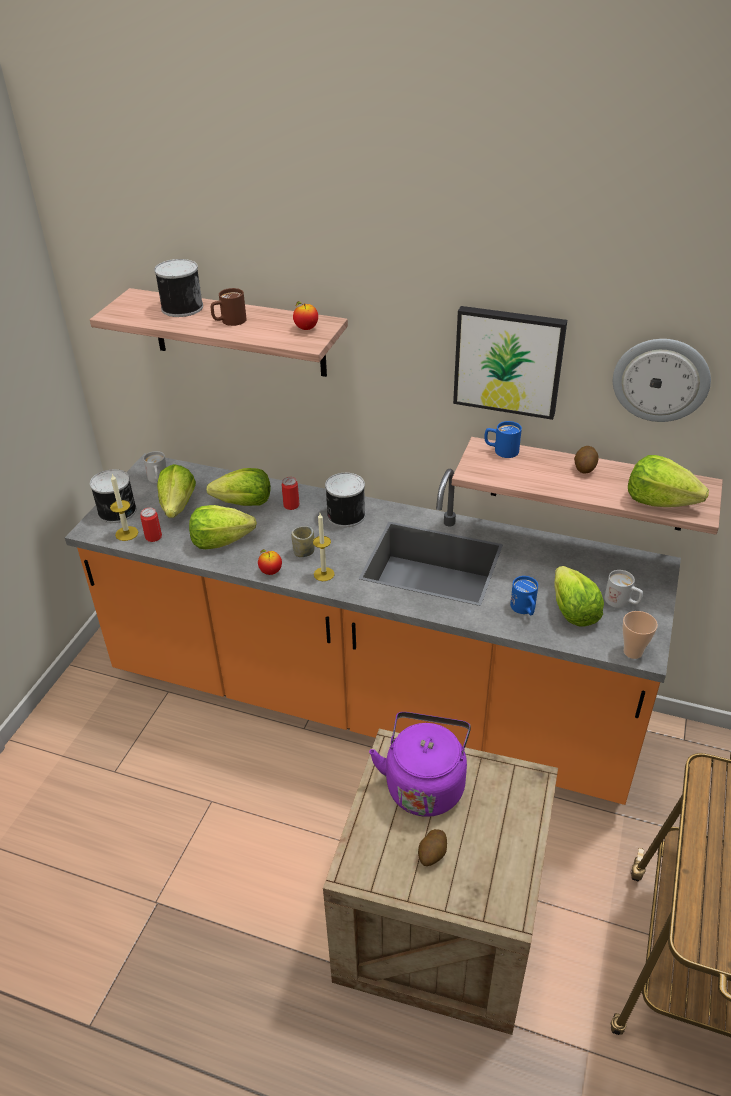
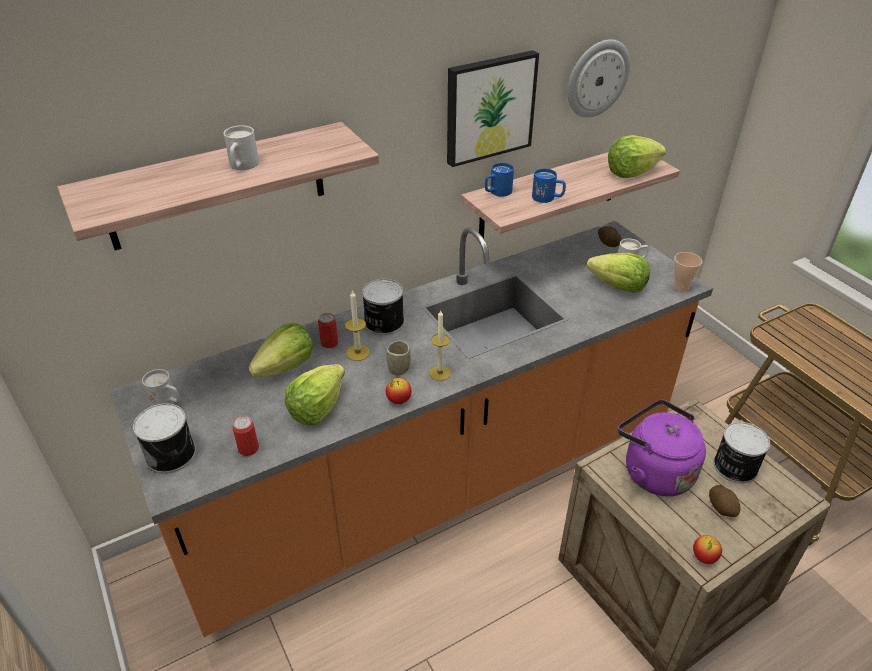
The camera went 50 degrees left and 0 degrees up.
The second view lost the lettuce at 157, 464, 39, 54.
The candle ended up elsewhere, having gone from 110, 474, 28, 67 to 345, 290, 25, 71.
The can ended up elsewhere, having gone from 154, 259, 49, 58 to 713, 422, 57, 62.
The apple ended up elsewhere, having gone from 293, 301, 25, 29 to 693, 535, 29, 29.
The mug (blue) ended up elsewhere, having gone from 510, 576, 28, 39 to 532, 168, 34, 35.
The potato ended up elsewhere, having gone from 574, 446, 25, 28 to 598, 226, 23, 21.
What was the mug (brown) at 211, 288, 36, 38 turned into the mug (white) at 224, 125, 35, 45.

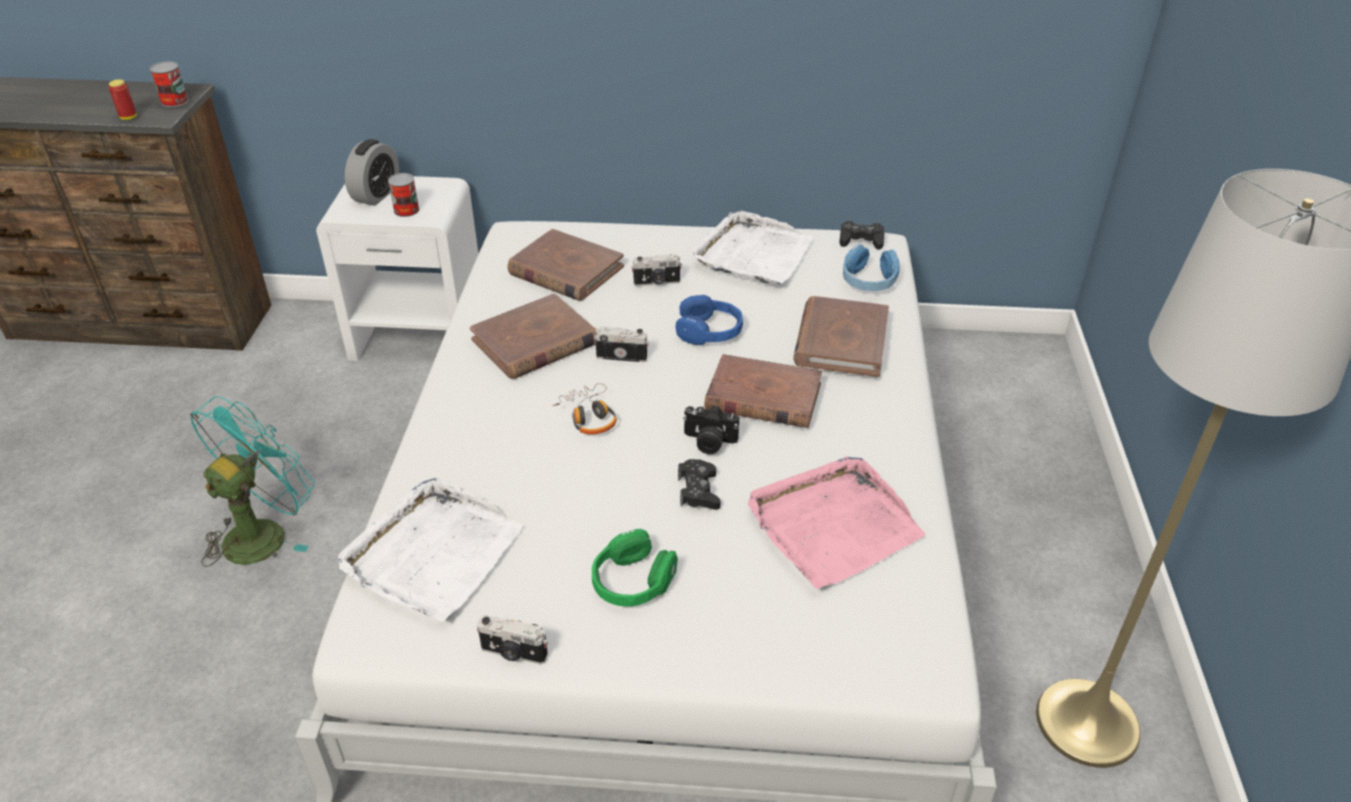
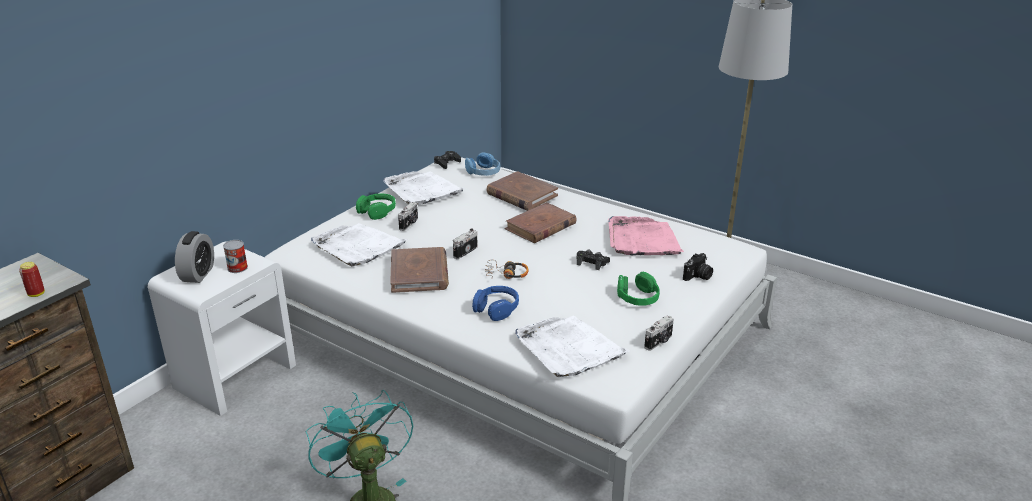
The camera went 60 degrees left and 10 degrees down.
The second view lost the can at 150, 61, 38, 46.
The second view gained the headphones (green) at 356, 194, 40, 26.
The headphones (blue) ended up elsewhere, having gone from 676, 295, 67, 50 to 472, 286, 47, 35.
The photo camera ended up elsewhere, having gone from 683, 405, 56, 49 to 683, 253, 30, 28.
Where the book (brown) stood at 507, 229, 117, 72, the tray (white) came to stand at 311, 223, 97, 44.
The alarm clock at 345, 139, 54, 67 ended up facing another way, 45 degrees clockwise from before.

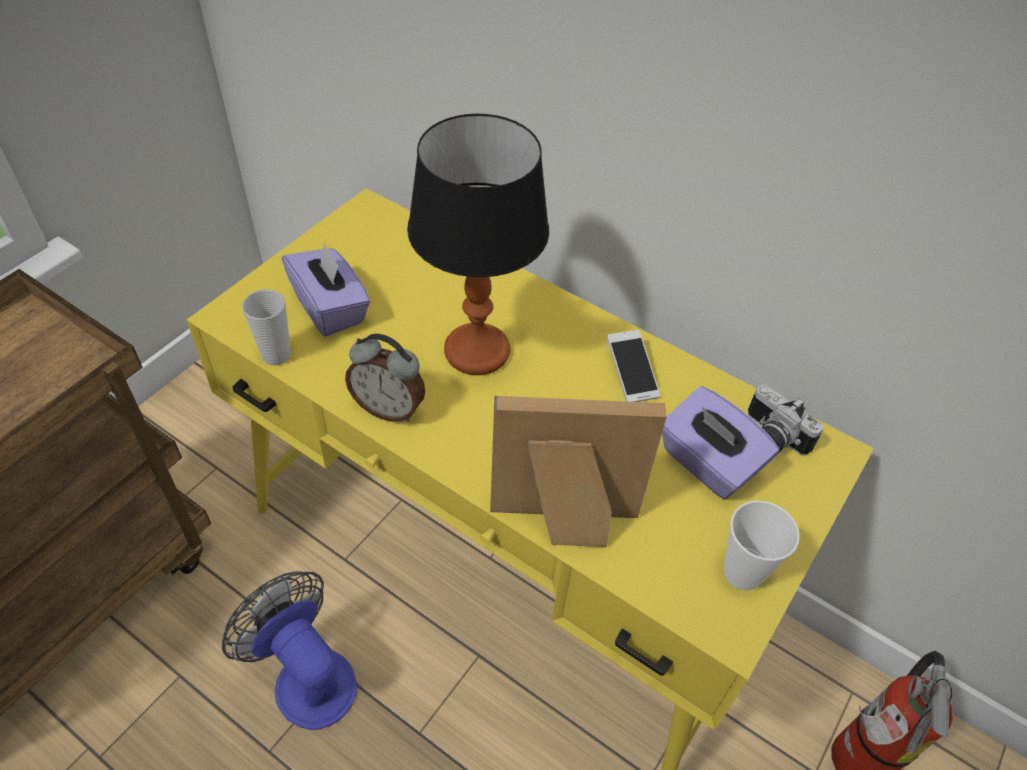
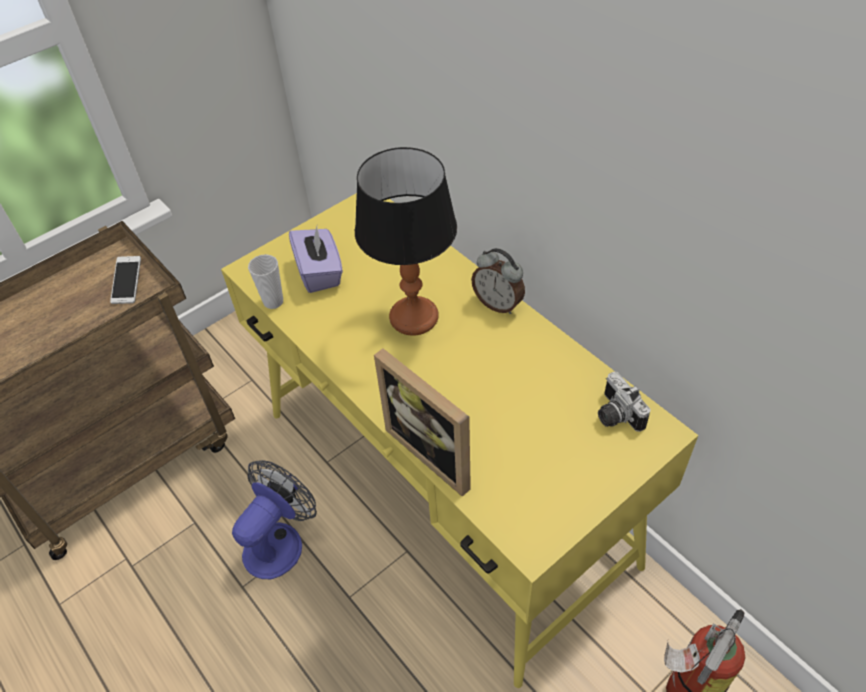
The camera went 20 degrees right and 0 degrees up.
The second view lost the tissue box (purple) at 662, 386, 117, 113.
The second view lost the cup at 724, 500, 76, 90.
The alarm clock ended up elsewhere, having gone from 345, 333, 80, 89 to 471, 248, 54, 66.
The phone ended up elsewhere, having gone from 607, 329, 53, 73 to 110, 256, 31, 48.
The fan at 222, 571, 135, 159 ended up facing another way, 60 degrees clockwise from before.
The picture frame at 490, 396, 177, 151 ended up facing another way, 150 degrees counterclockwise from before.

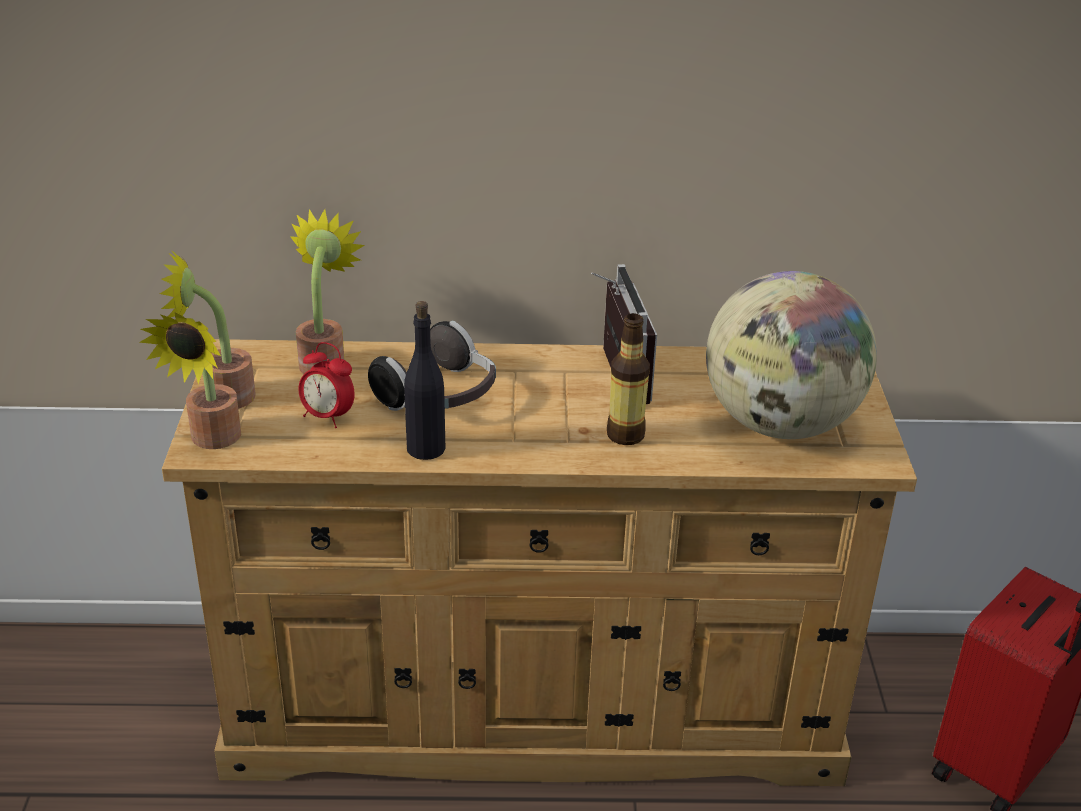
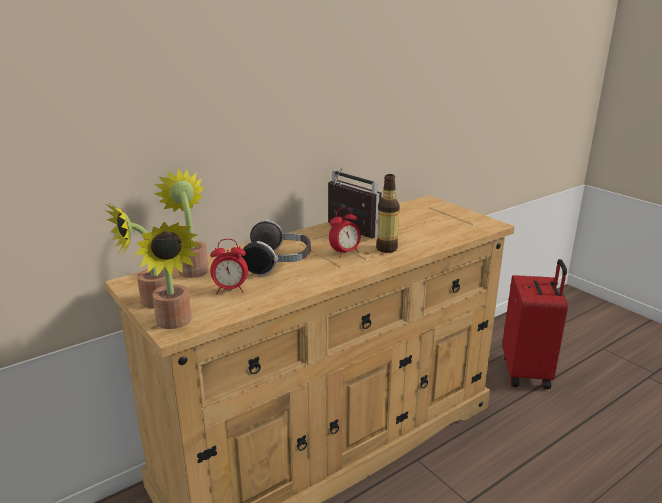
The camera went 35 degrees left and 10 degrees down.
The second view lost the bottle (black) at 404, 301, 41, 159.
The second view lost the globe at 706, 271, 171, 168.
The second view gained the alarm clock at 329, 207, 32, 50.

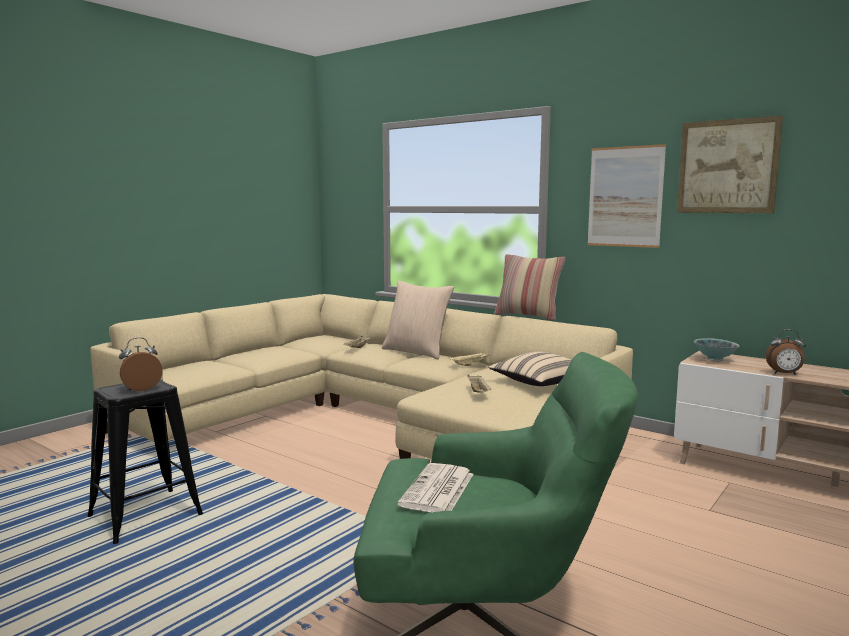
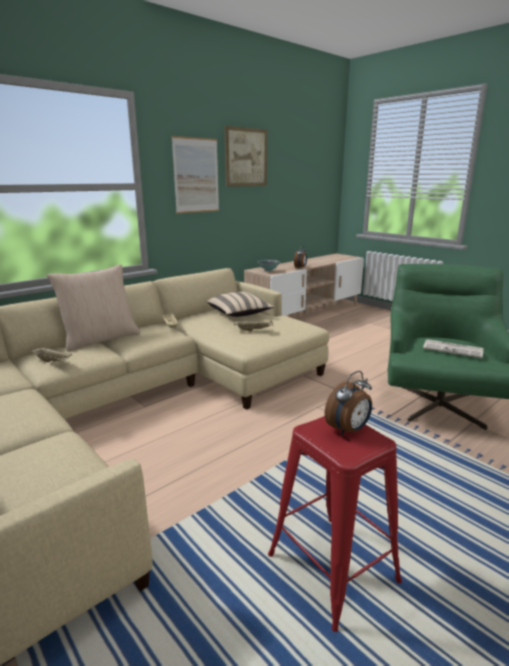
The camera went 80 degrees left and 10 degrees up.
The second view lost the pillow at 494, 254, 72, 67.
What was the stool (black) at 87, 379, 116, 165 turned into the stool (red) at 268, 416, 134, 216.
The alarm clock at 119, 337, 44, 54 ended up facing another way, 105 degrees counterclockwise from before.

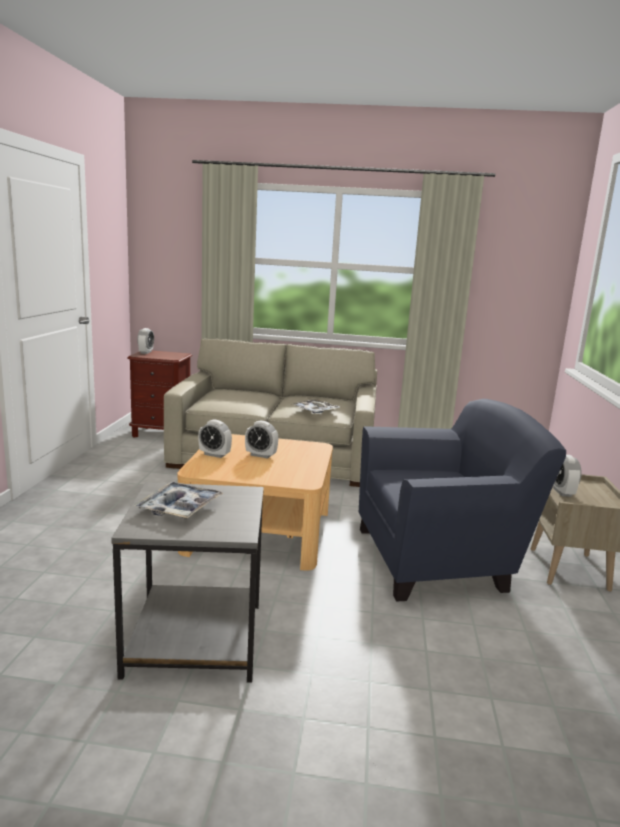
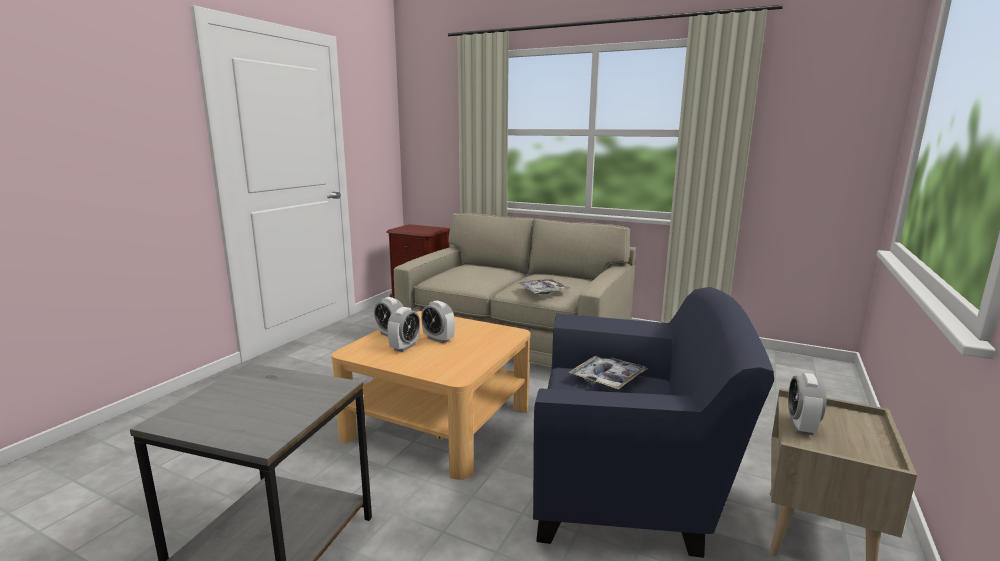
The camera went 20 degrees right and 0 degrees up.
The tray ended up elsewhere, having gone from 134, 482, 89, 37 to 569, 356, 79, 34.
The alarm clock ended up elsewhere, having gone from 137, 328, 17, 26 to 387, 307, 33, 45.

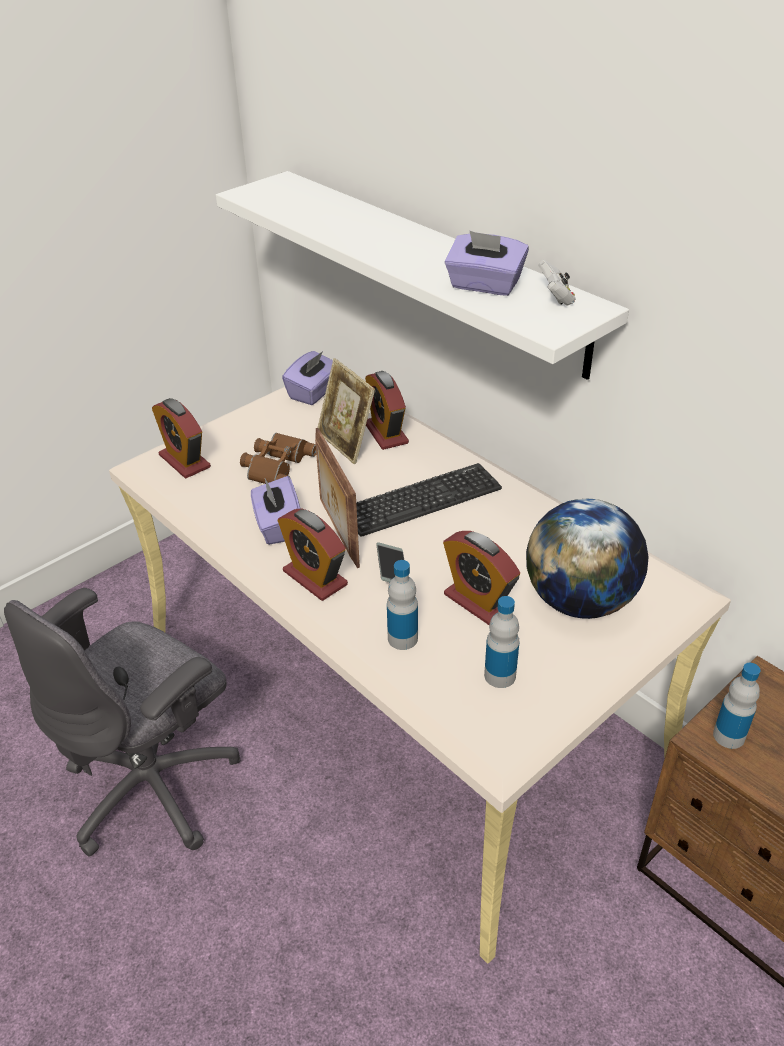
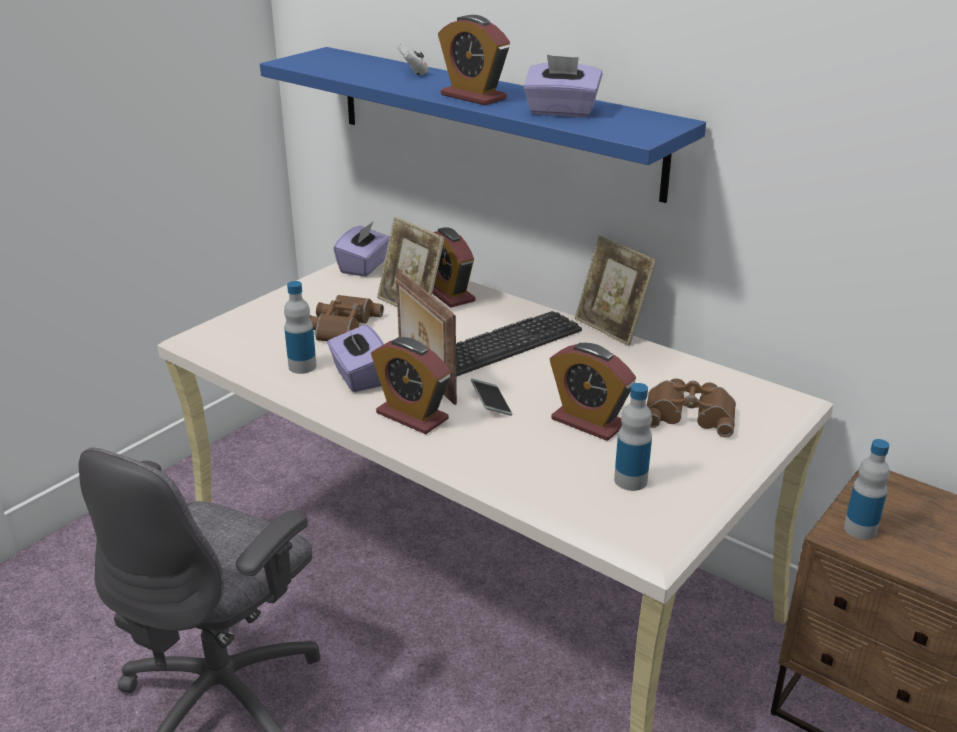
The camera went 10 degrees left and 10 degrees down.
The second view gained the picture frame at 574, 235, 83, 111.
The alarm clock ended up elsewhere, having gone from 152, 398, 59, 80 to 438, 15, 72, 90.
The bottle ended up elsewhere, having gone from 387, 560, 31, 90 to 284, 281, 33, 93.
The game controller (white) ended up elsewhere, having gone from 538, 260, 38, 45 to 397, 42, 32, 33.
Where the globe stood at 526, 499, 123, 120, the binoculars (brown) came to stand at 647, 378, 89, 59.
What was the shelf (white) at 216, 171, 413, 209 turned into the shelf (blue) at 260, 47, 446, 156.

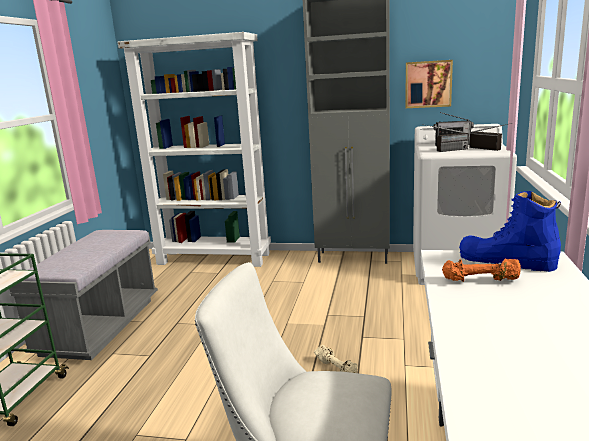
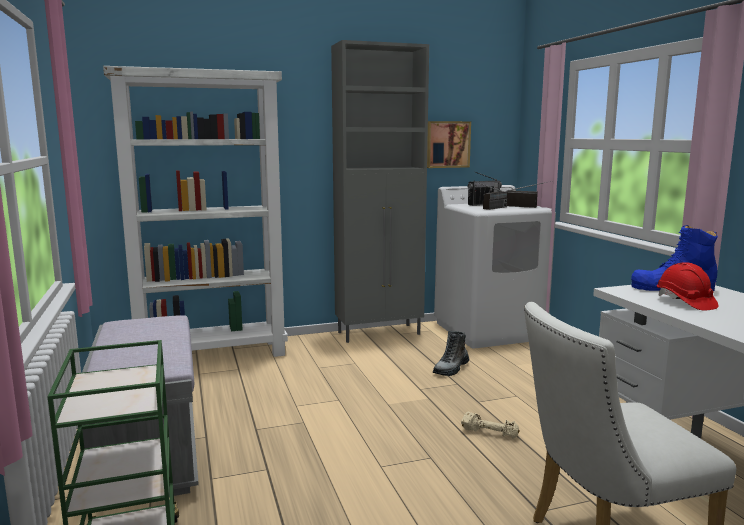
The camera went 30 degrees left and 5 degrees down.
The second view gained the boot at 433, 330, 37, 46.
Where the dumbbell (orange) stood at 442, 258, 79, 24, the hard hat (red) came to stand at 657, 262, 62, 48.

